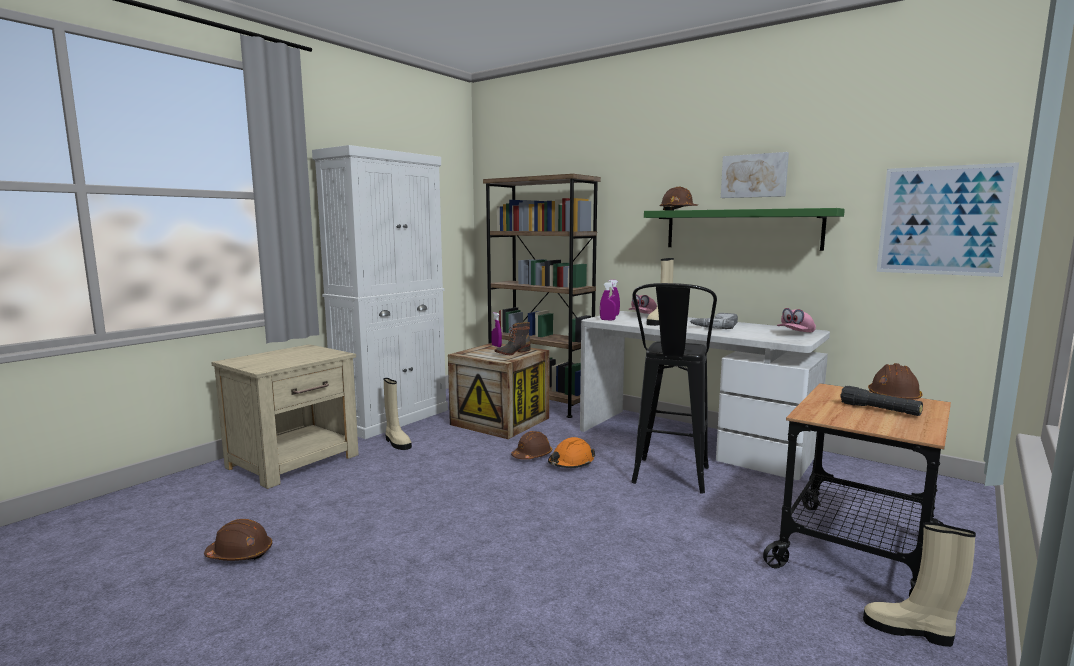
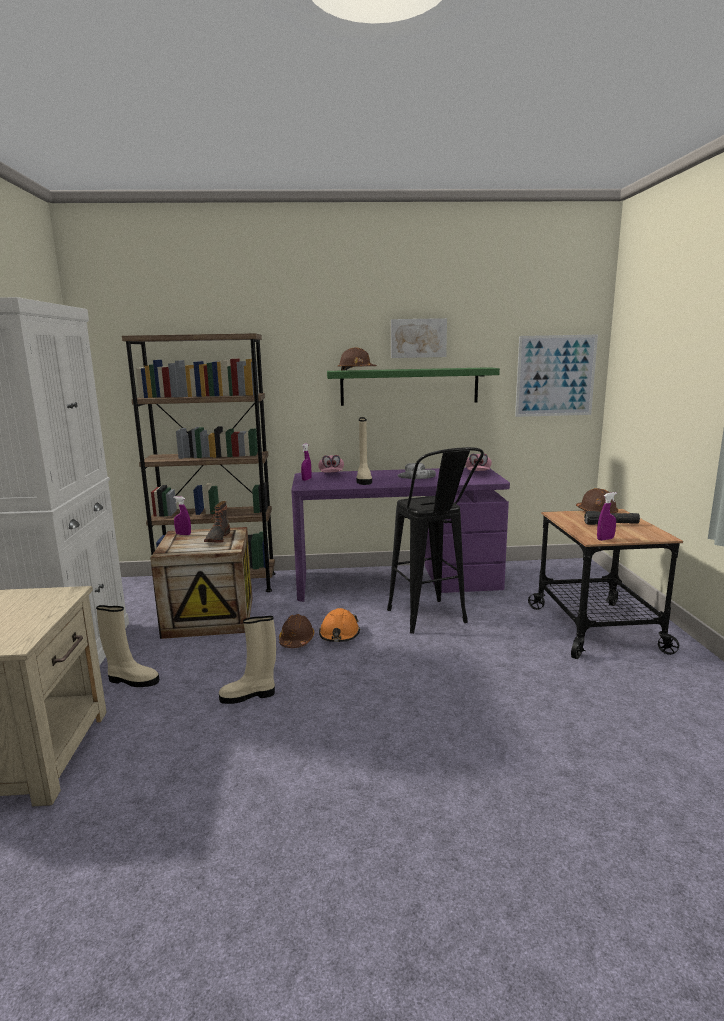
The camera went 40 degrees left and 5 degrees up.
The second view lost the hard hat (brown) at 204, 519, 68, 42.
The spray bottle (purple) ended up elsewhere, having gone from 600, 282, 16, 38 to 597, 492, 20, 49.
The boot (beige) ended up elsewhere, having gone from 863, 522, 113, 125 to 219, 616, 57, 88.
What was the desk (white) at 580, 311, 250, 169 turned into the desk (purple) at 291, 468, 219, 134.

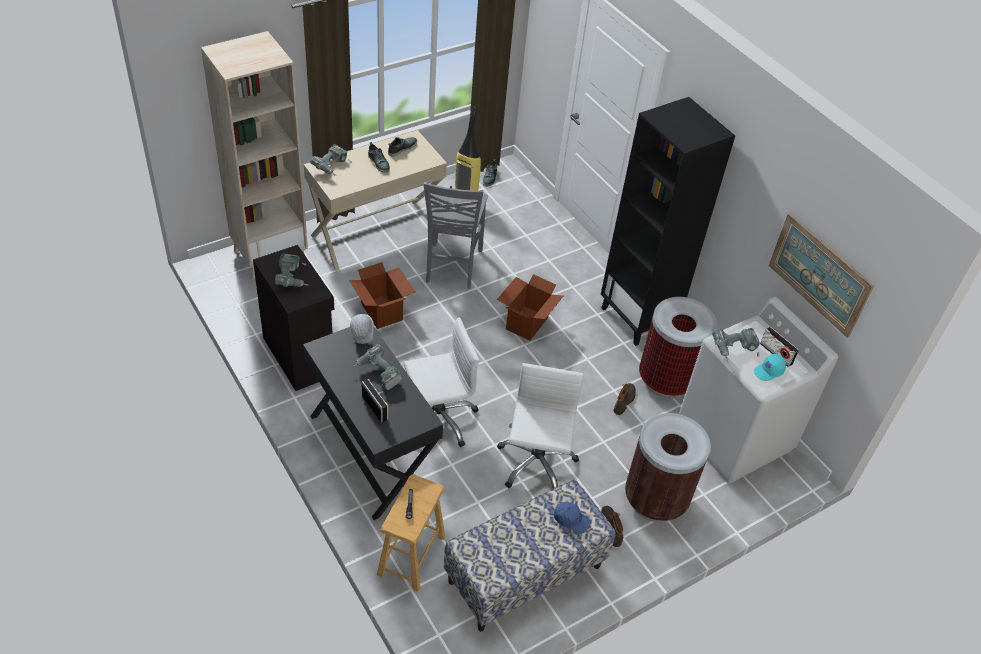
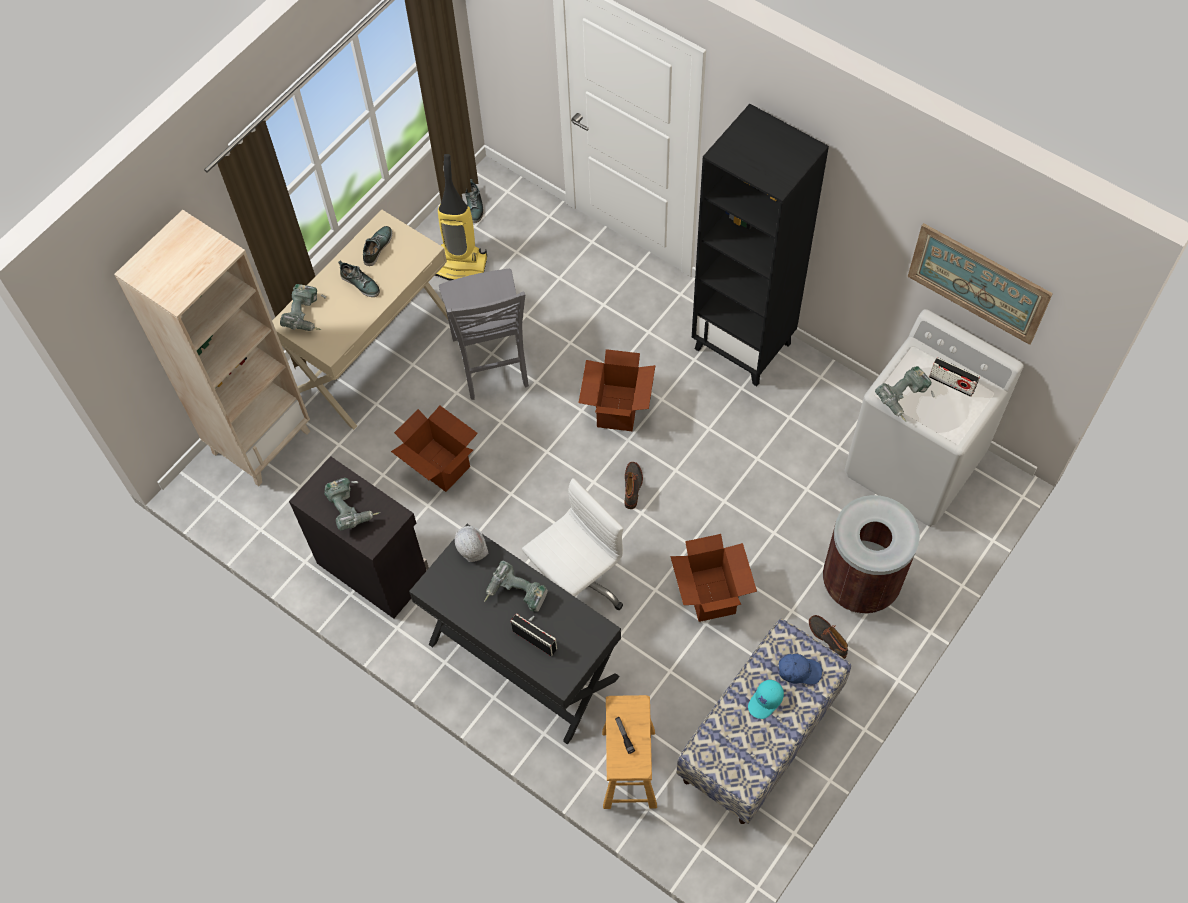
The camera went 15 degrees left and 15 degrees up.
The second view lost the trash can at 639, 297, 78, 102.
The boot ended up elsewhere, having gone from 614, 383, 22, 32 to 624, 462, 19, 47.
The cap (turquoise) ended up elsewhere, having gone from 754, 354, 32, 27 to 748, 680, 36, 39.
Where the office chair (white) stood at 497, 363, 87, 126, the cardboard box came to stand at 670, 534, 87, 88.

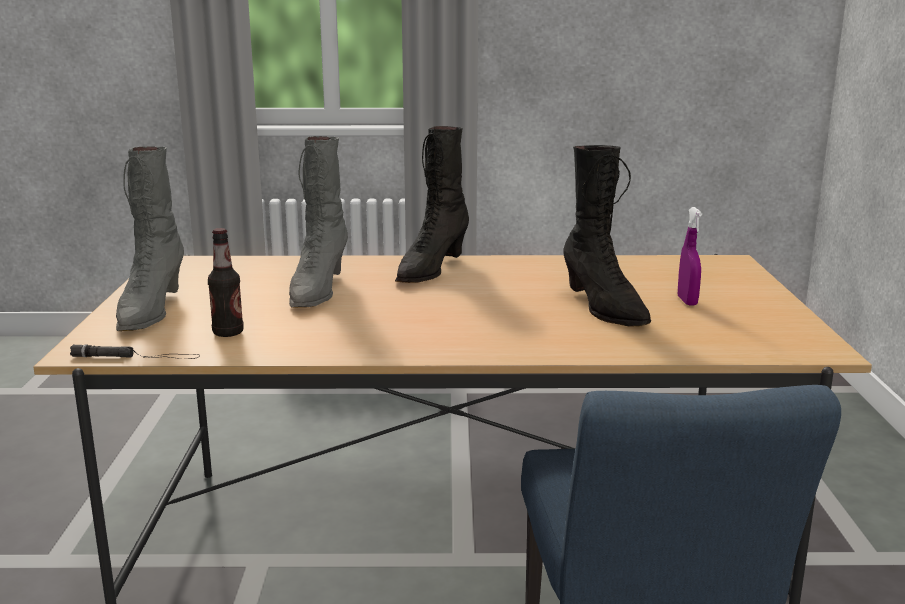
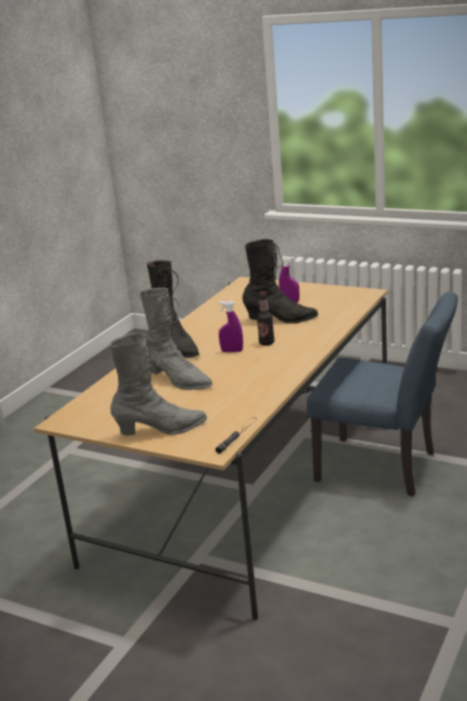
The camera went 60 degrees left and 5 degrees up.
The second view gained the spray bottle (purple) at 218, 301, 25, 51.
The bottle ended up elsewhere, having gone from 208, 228, 36, 109 to 257, 291, 17, 55.
The boot (grey) at 116, 146, 68, 185 ended up facing another way, 45 degrees counterclockwise from before.

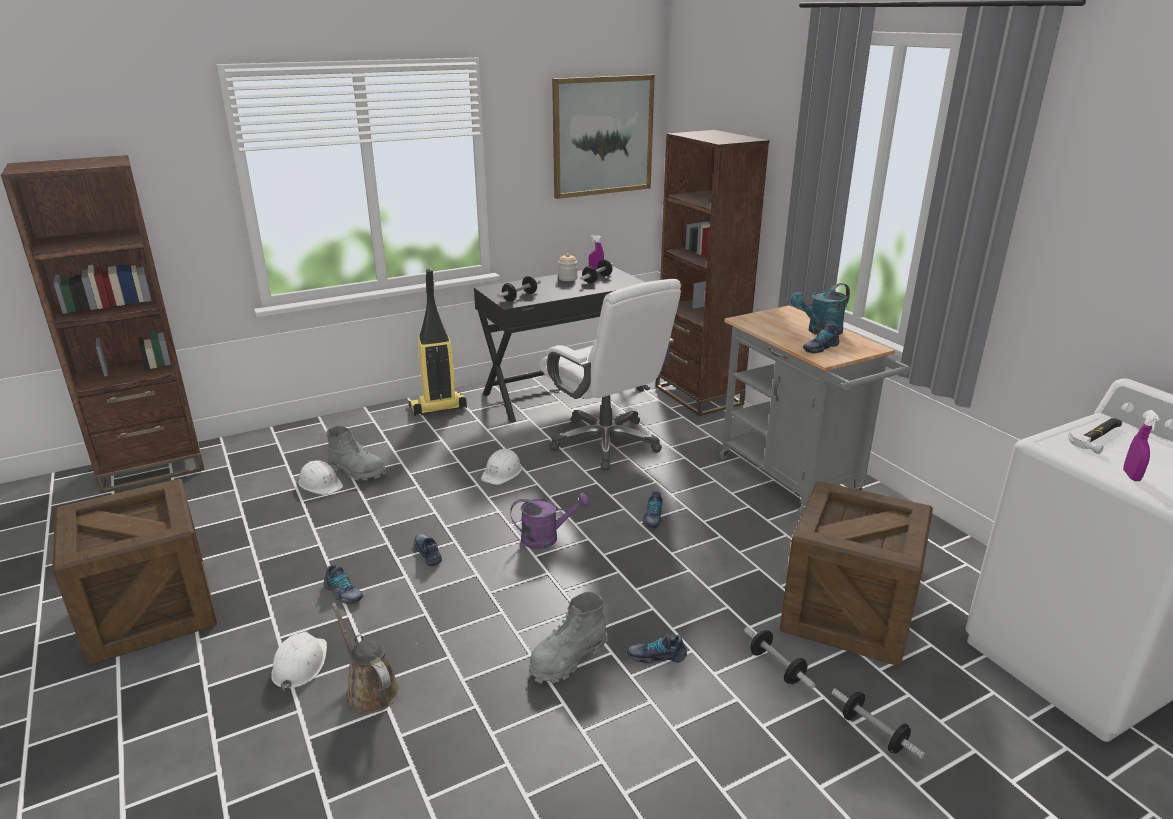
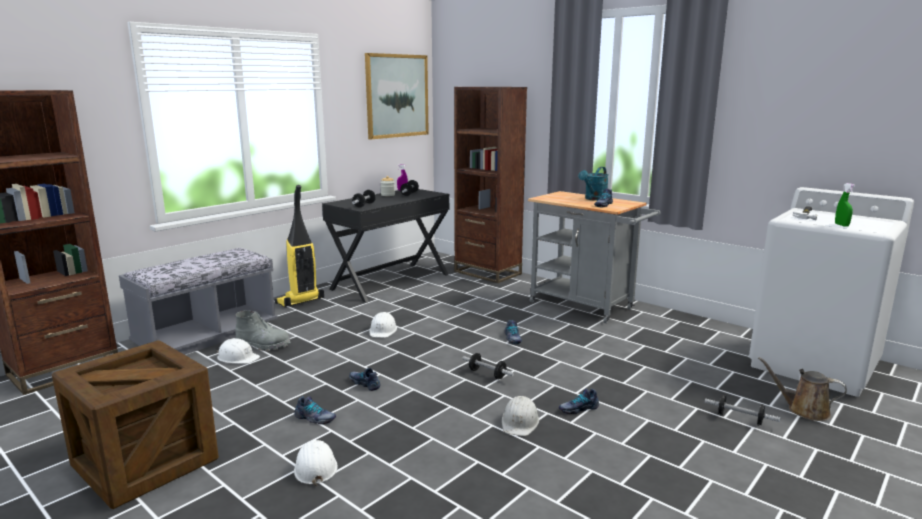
The camera went 20 degrees left and 10 degrees down.
The second view lost the watering can (purple) at 510, 493, 80, 56.
The second view lost the office chair (white) at 540, 279, 141, 191.
The second view lost the crate at 780, 481, 153, 185.
The second view gained the bench (grey) at 119, 248, 159, 107.
The watering can (brown) ended up elsewhere, having gone from 332, 602, 67, 111 to 758, 357, 89, 64.
The dumbbell ended up elsewhere, having gone from 744, 627, 72, 62 to 462, 353, 52, 26.
Where the boot (grey) stood at 528, 592, 80, 92, the hard hat (white) came to stand at 502, 396, 37, 40.
What was the spray bottle (purple) at 1123, 410, 37, 71 turned into the spray bottle (green) at 835, 183, 20, 44.

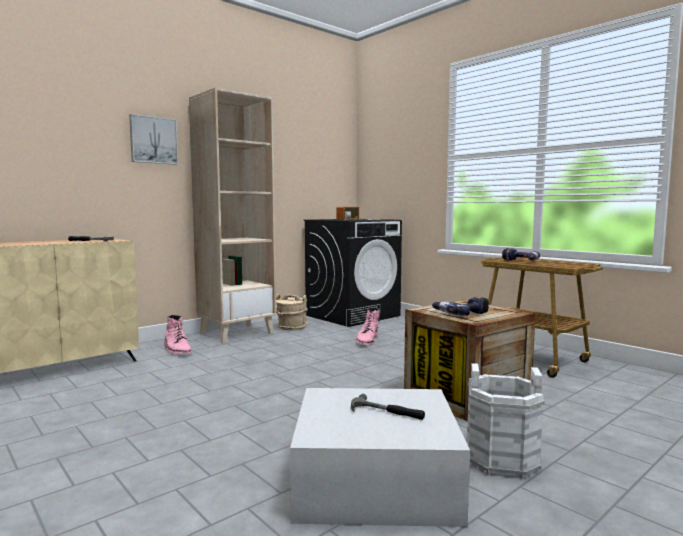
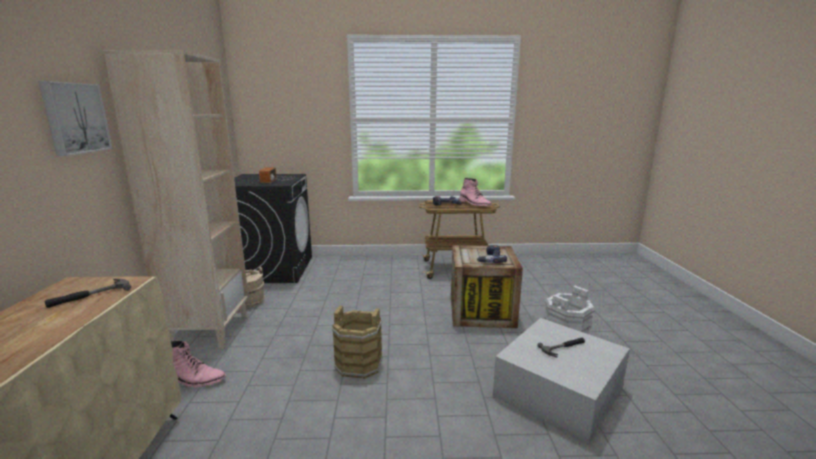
The camera went 50 degrees left and 10 degrees up.
The second view gained the bucket (brown) at 332, 306, 51, 73.
The boot (pink) ended up elsewhere, having gone from 356, 307, 24, 38 to 459, 178, 33, 28.

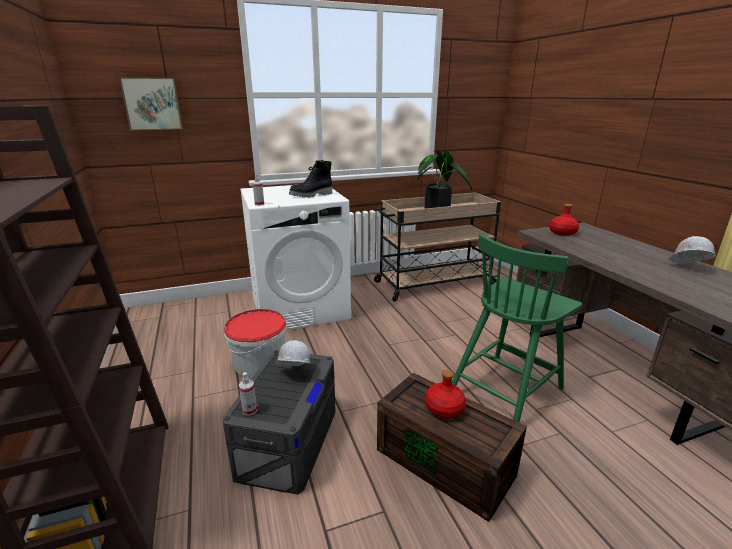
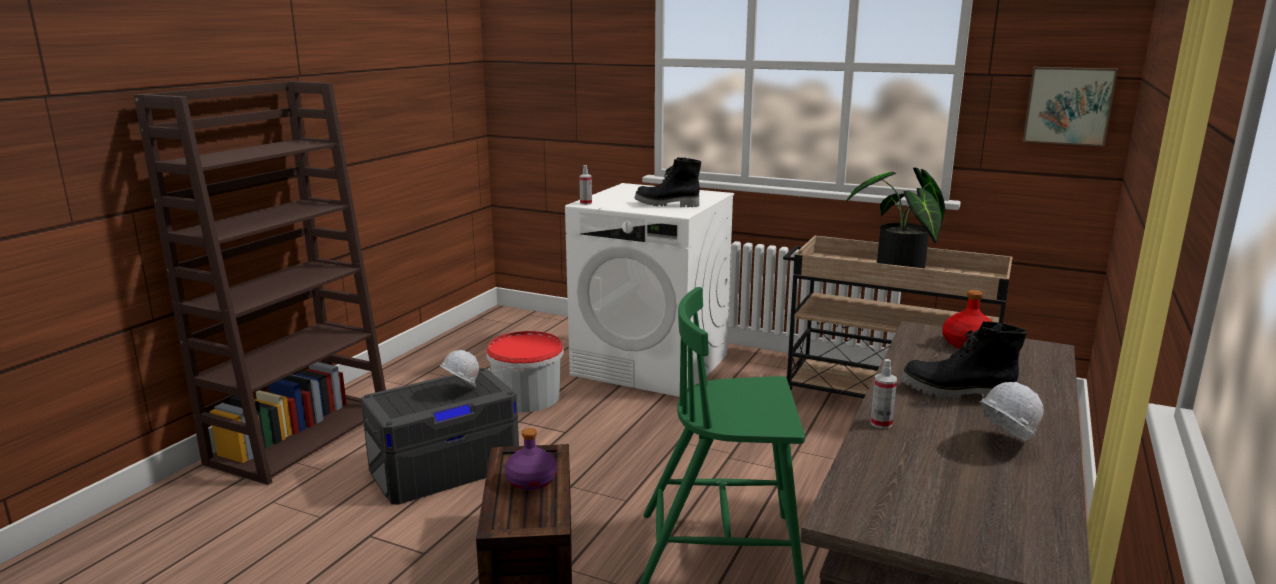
The camera went 45 degrees right and 5 degrees down.
The second view gained the boot (black) at 900, 321, 127, 79.
The picture ended up elsewhere, having gone from 119, 77, 64, 54 to 1023, 67, 95, 80.
The spray bottle ended up elsewhere, having gone from 239, 372, 18, 44 to 870, 359, 27, 70.
What was the bottle (red) at 425, 370, 41, 48 turned into the bottle (purple) at 505, 428, 52, 62.

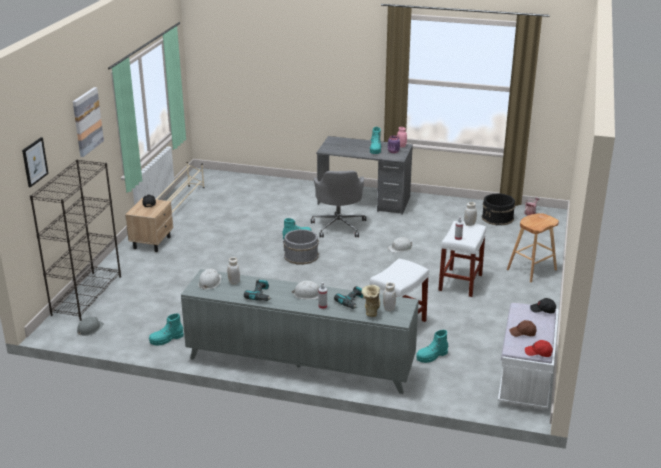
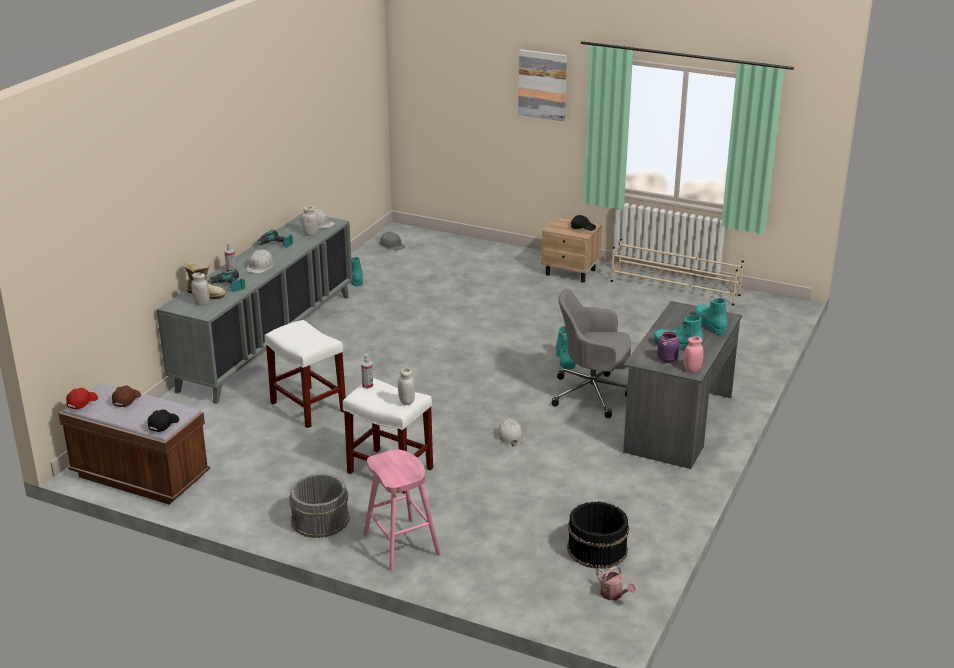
The camera went 100 degrees right and 0 degrees up.
The second view lost the picture at 22, 137, 27, 50.
The second view lost the bookcase (black) at 30, 159, 91, 162.
The bucket (grey) ended up elsewhere, having gone from 283, 229, 36, 36 to 289, 473, 60, 65.
The boot (turquoise) ended up elsewhere, having gone from 416, 330, 32, 33 to 695, 298, 32, 37.
What was the bench (white) at 498, 303, 61, 107 turned into the bench (brown) at 58, 384, 152, 121.
What was the stool (brown) at 507, 213, 52, 69 turned into the stool (pink) at 363, 450, 78, 121.

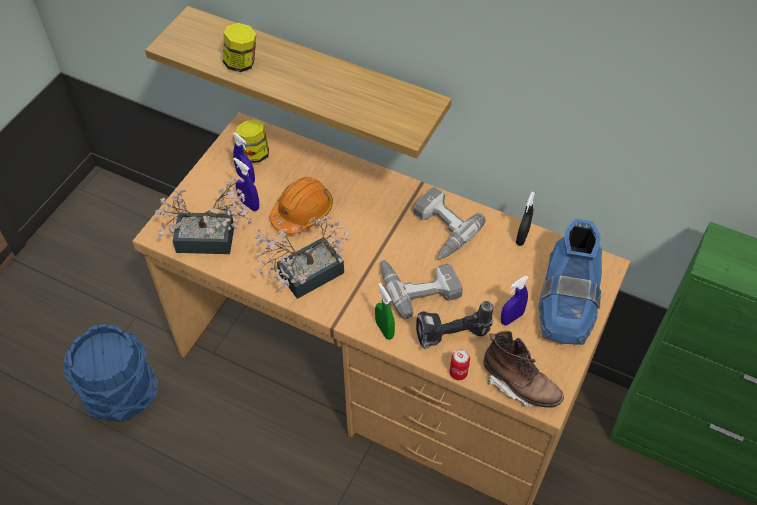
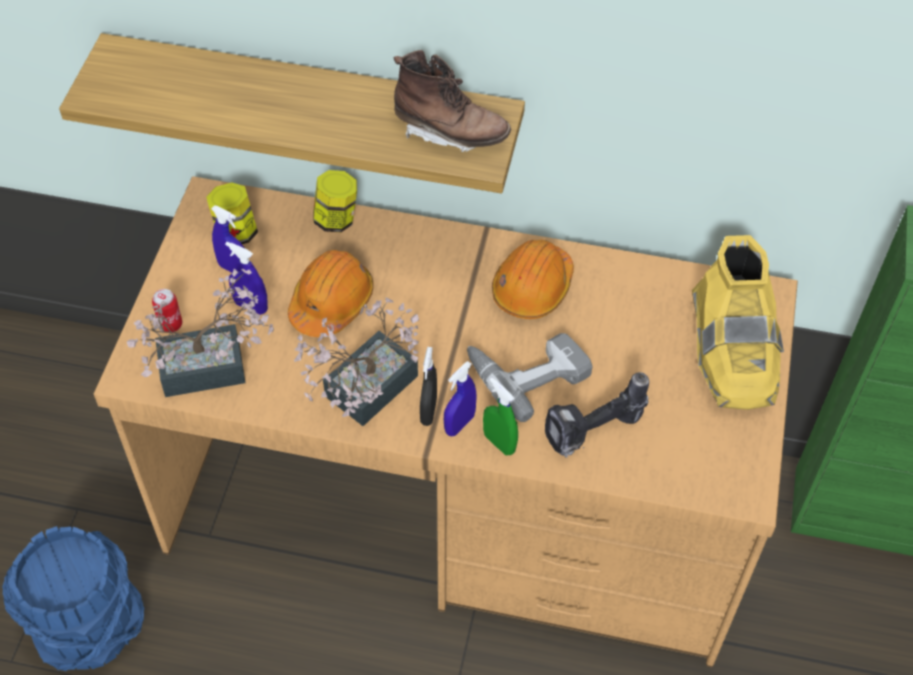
The camera went 15 degrees left and 0 degrees up.
The jar ended up elsewhere, having gone from 223, 23, 34, 49 to 313, 170, 44, 62.
The can ended up elsewhere, having gone from 450, 349, 20, 31 to 152, 289, 30, 43.
The boot (brown) ended up elsewhere, having gone from 483, 331, 81, 77 to 393, 50, 118, 102.
The spray bottle (blue) ended up elsewhere, having gone from 501, 276, 28, 49 to 444, 361, 33, 76.
The spray bottle (black) ended up elsewhere, having gone from 516, 192, 19, 54 to 420, 347, 17, 79.
Where the power drill stood at 414, 187, 72, 72, the hard hat (orange) came to stand at 492, 240, 82, 79.
What was the boot (blue) at 538, 219, 64, 126 turned into the boot (yellow) at 692, 235, 92, 175.

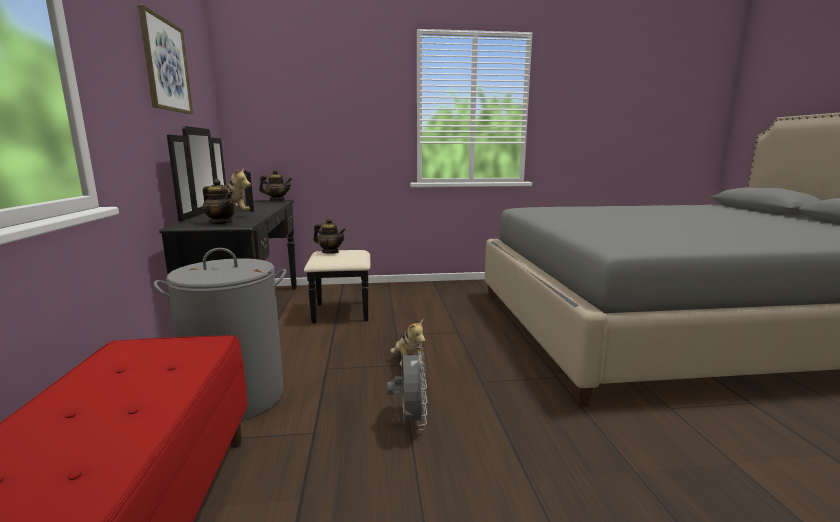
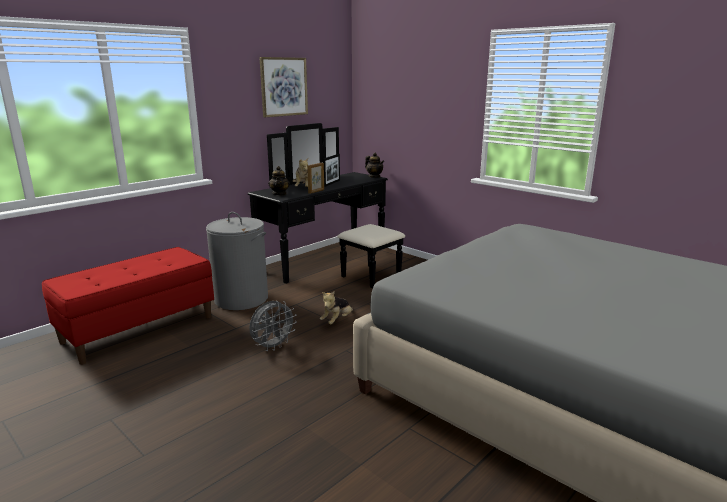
The camera went 50 degrees right and 5 degrees up.
The second view lost the teapot at 313, 218, 33, 36.
The second view gained the picture frame at 307, 163, 17, 31.

